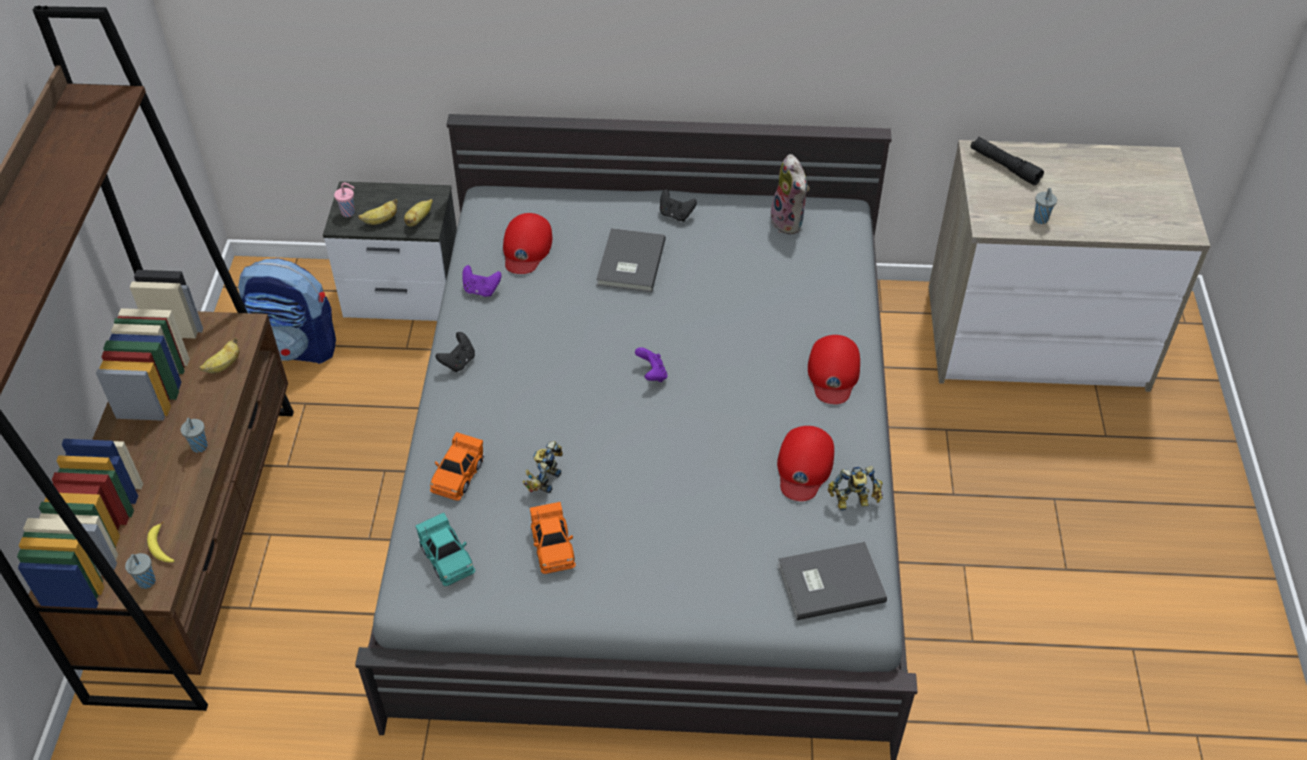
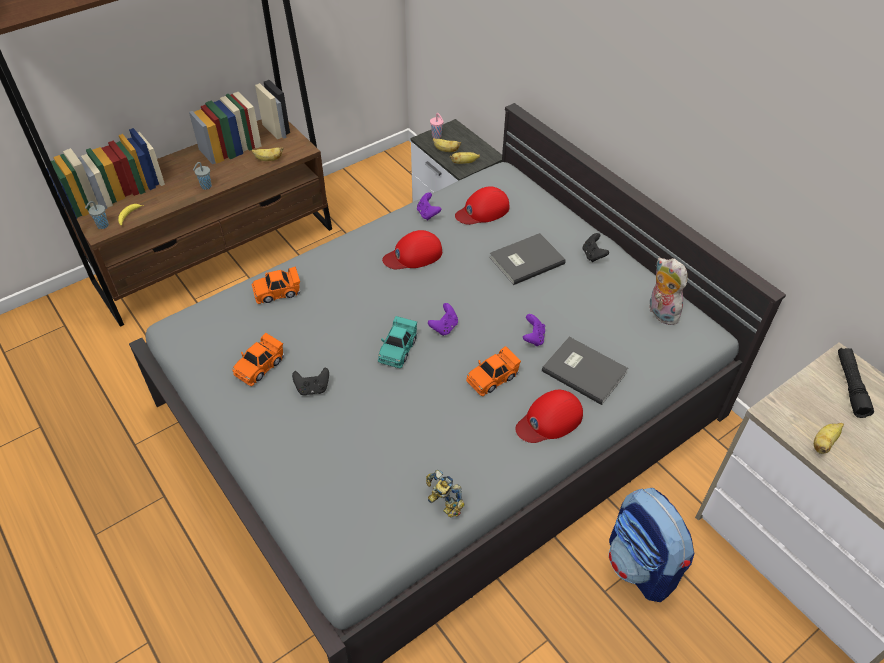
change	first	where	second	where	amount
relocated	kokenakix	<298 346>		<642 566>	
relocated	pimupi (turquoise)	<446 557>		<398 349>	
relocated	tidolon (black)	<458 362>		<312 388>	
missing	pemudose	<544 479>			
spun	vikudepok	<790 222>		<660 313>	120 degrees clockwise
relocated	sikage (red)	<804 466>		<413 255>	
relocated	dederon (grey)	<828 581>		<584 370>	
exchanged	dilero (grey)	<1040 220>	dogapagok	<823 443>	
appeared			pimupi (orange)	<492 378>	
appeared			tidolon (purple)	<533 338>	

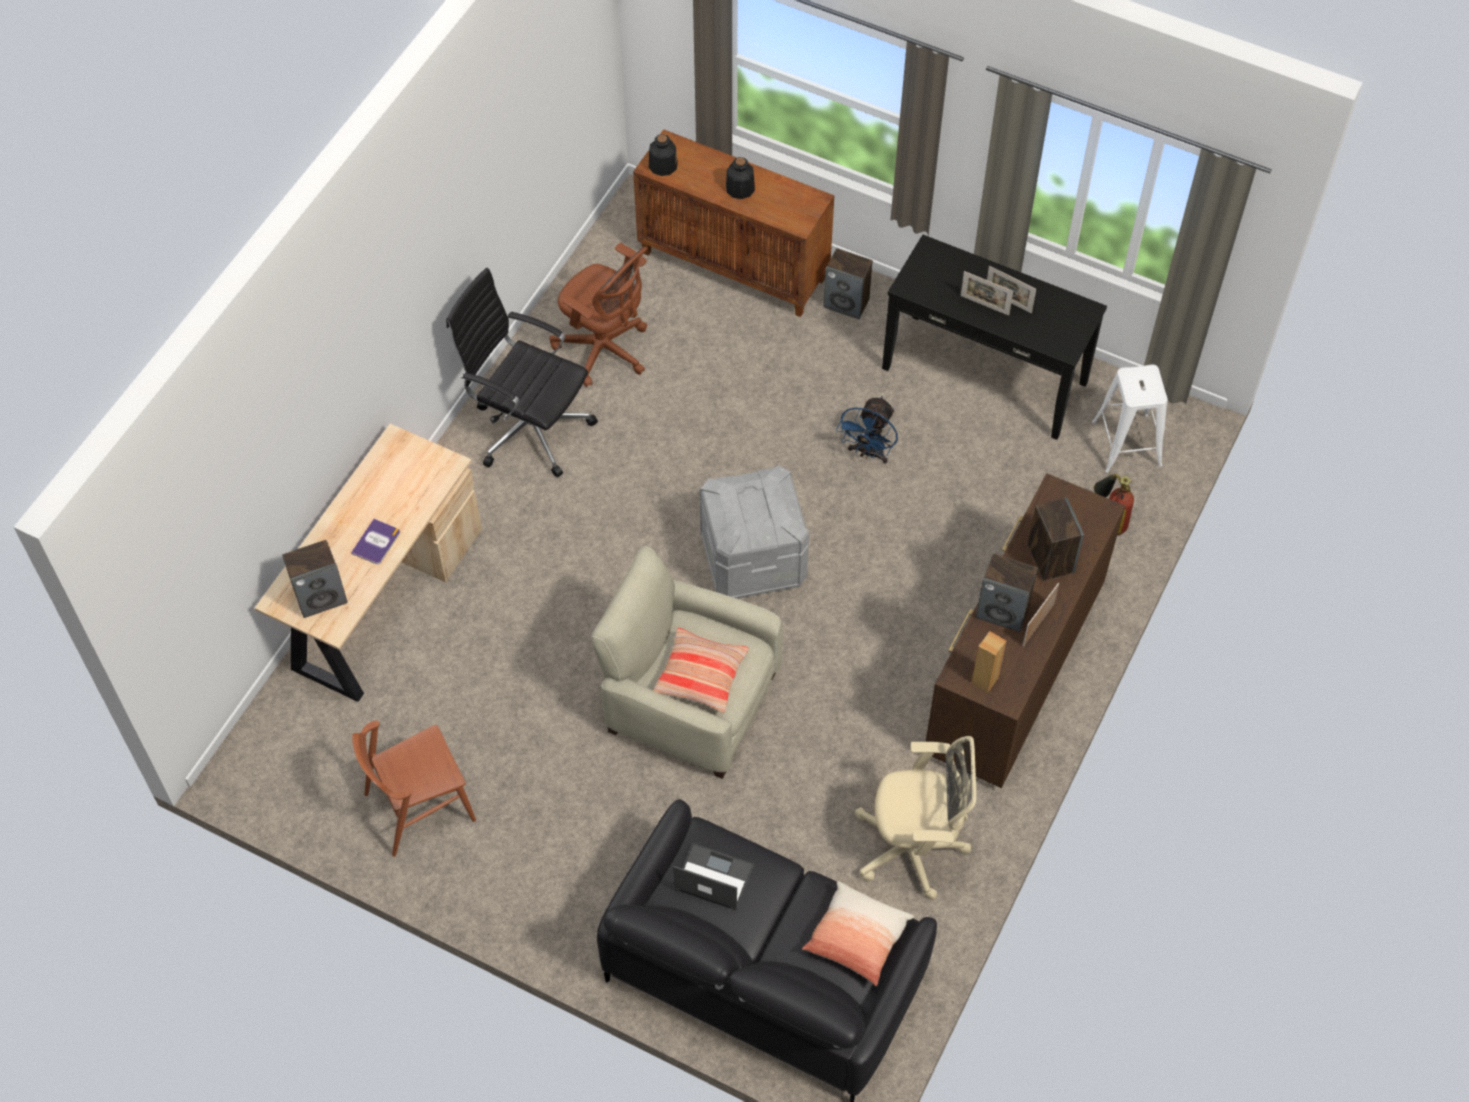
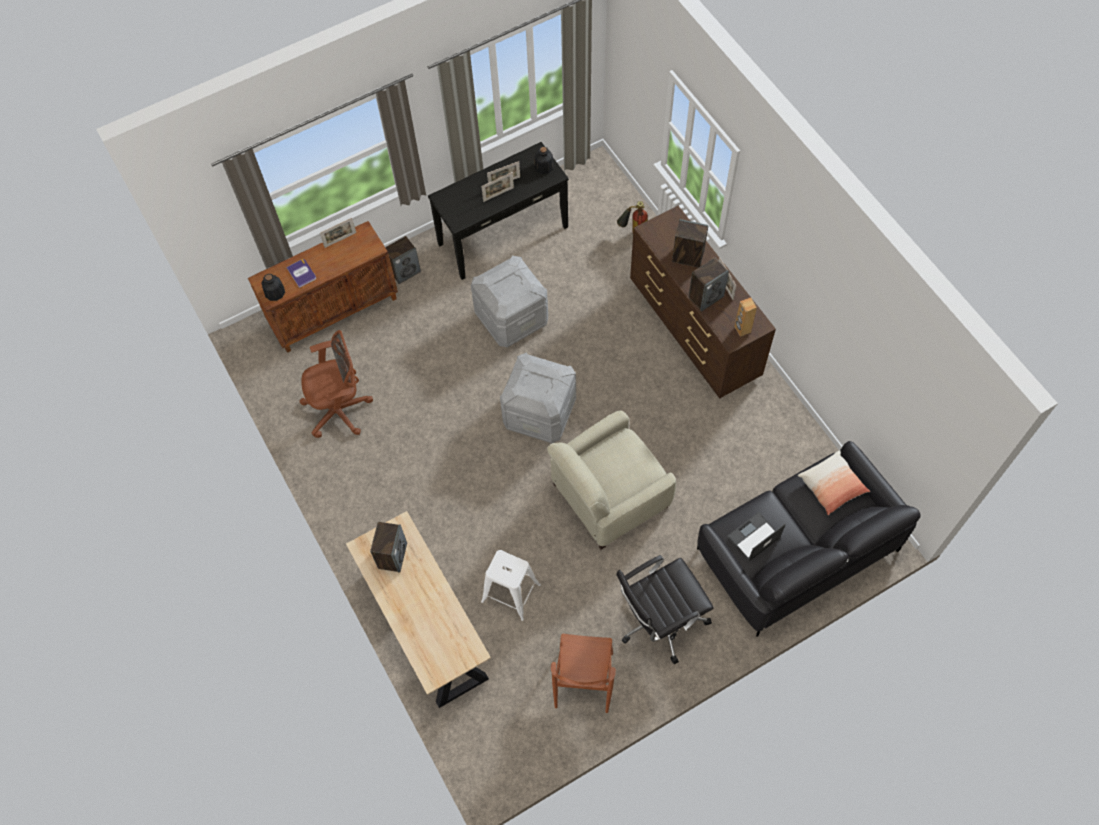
change	first	where	second	where	amount
relocated	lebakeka	<321 597>		<392 555>	
relocated	dederon	<376 542>		<301 273>	
relocated	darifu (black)	<529 427>		<659 620>	
missing	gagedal	<701 675>			
relocated	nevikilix	<740 188>		<544 167>	
exchanged	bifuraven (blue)	<868 453>	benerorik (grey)	<511 318>	
missing	darifu (beige)	<914 849>			
relocated	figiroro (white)	<1126 443>		<510 593>	
appeared			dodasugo	<340 240>	

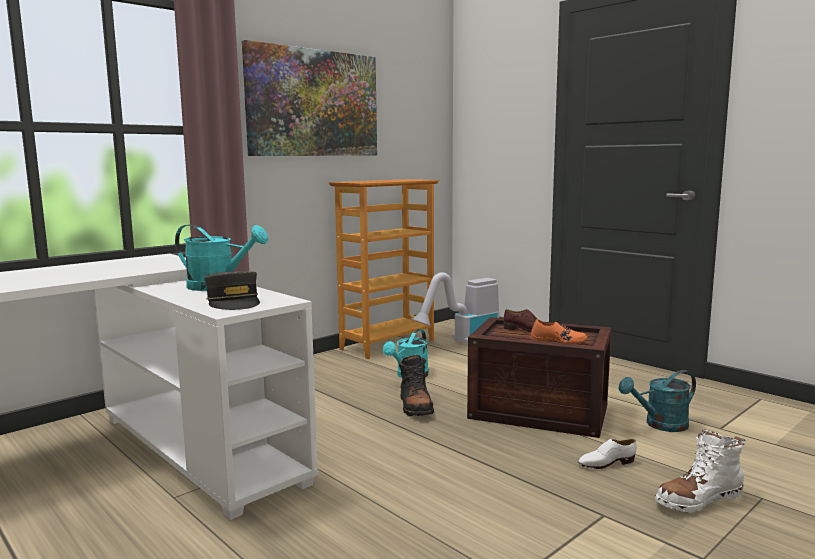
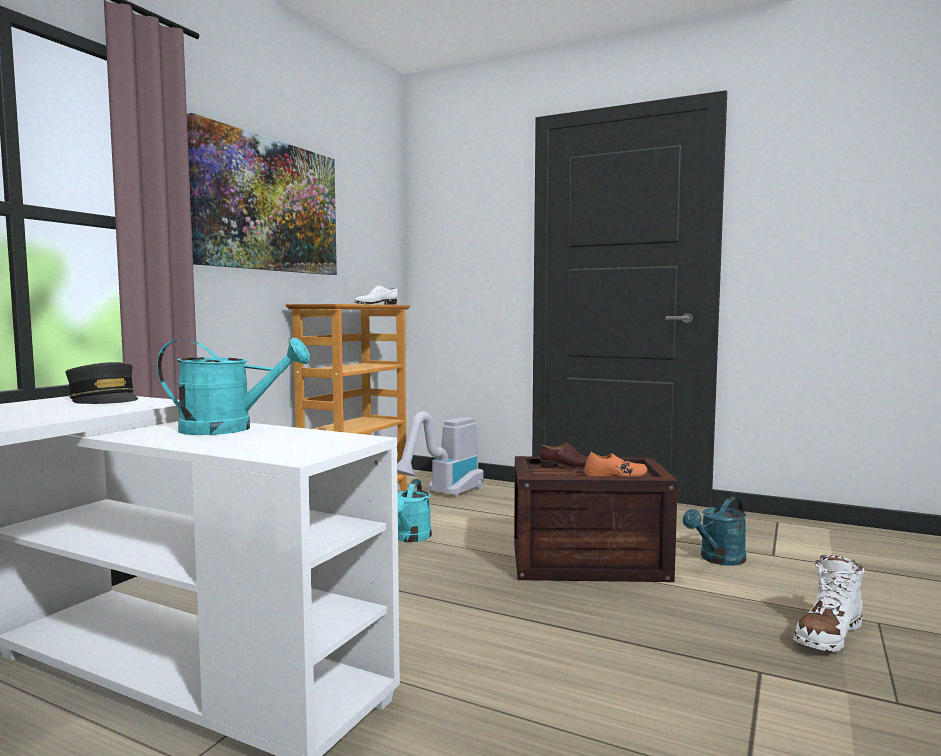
change	first	where	second	where	amount
relocated	sikage (grey)	<234 302>		<104 400>	
missing	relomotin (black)	<415 406>			
relocated	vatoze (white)	<606 463>		<376 304>	

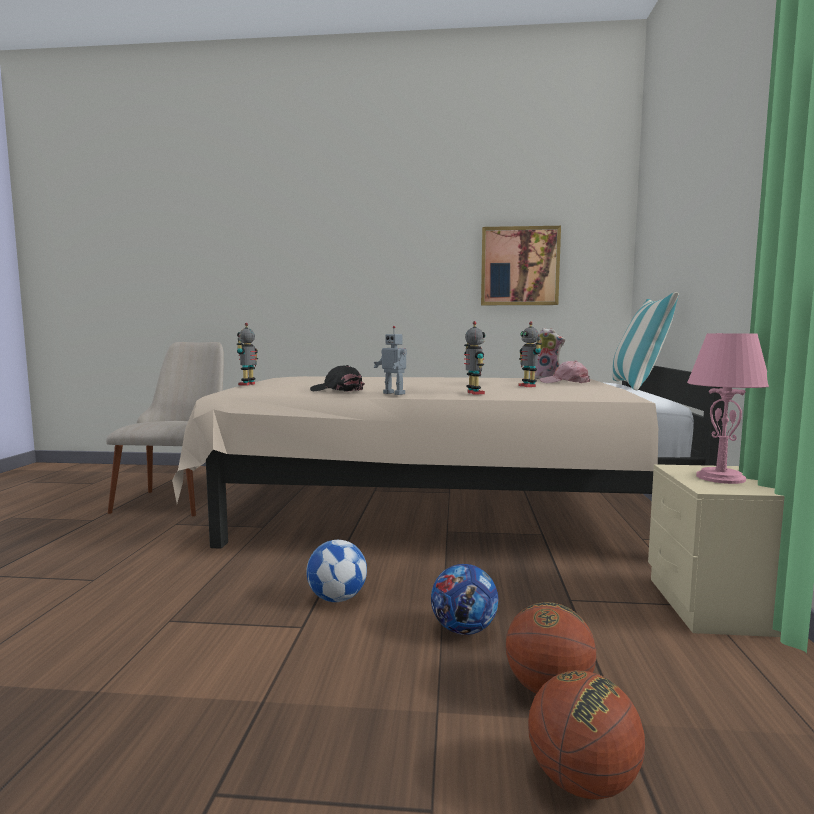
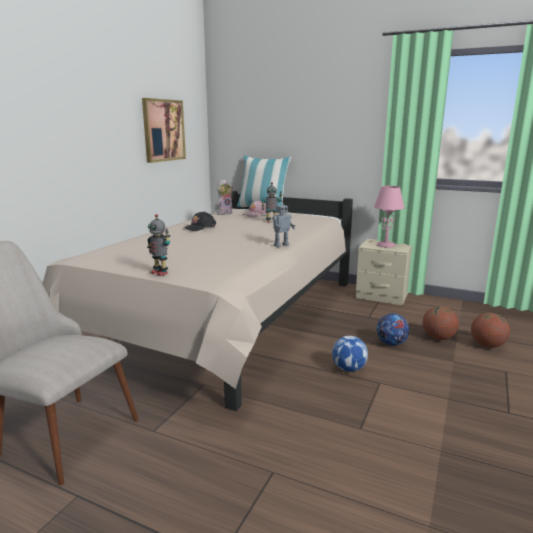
change	first	where	second	where	amount
relocated	sikage (black)	<337 390>		<199 227>	
missing	pemudose	<474 393>			

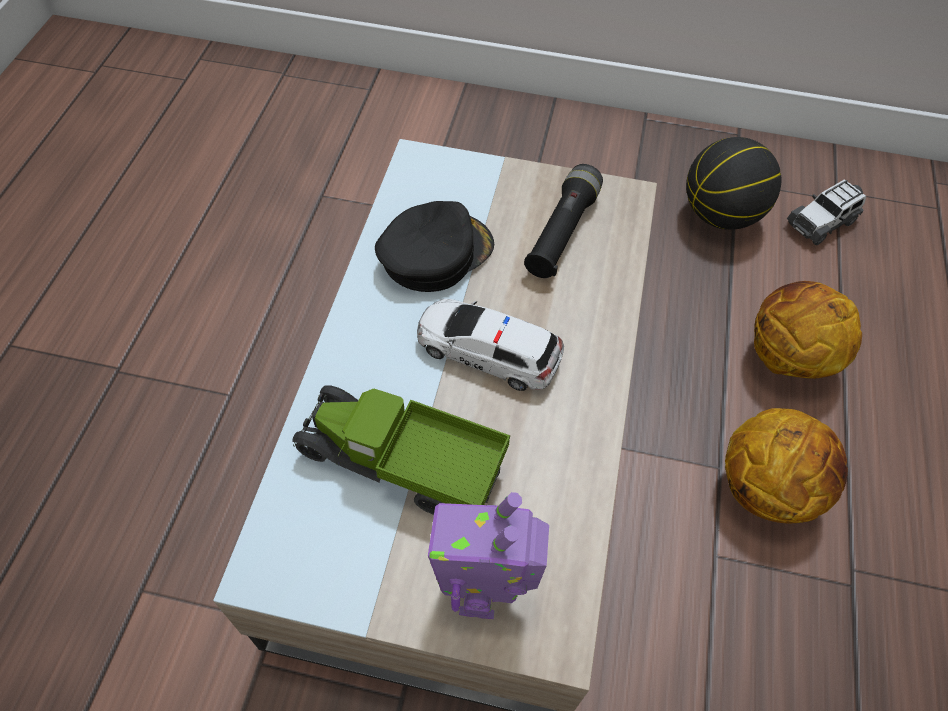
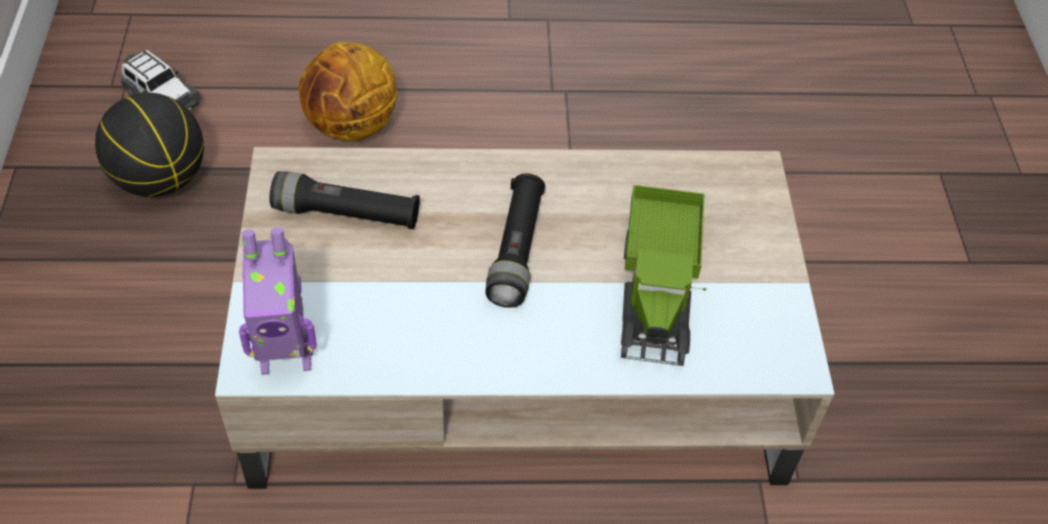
change	first	where	second	where	amount
missing	sikage (black)	<435 252>			
exchanged	pimupi	<487 351>	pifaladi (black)	<516 251>	
relocated	pemudose	<483 590>		<285 356>	
missing	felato	<768 487>			

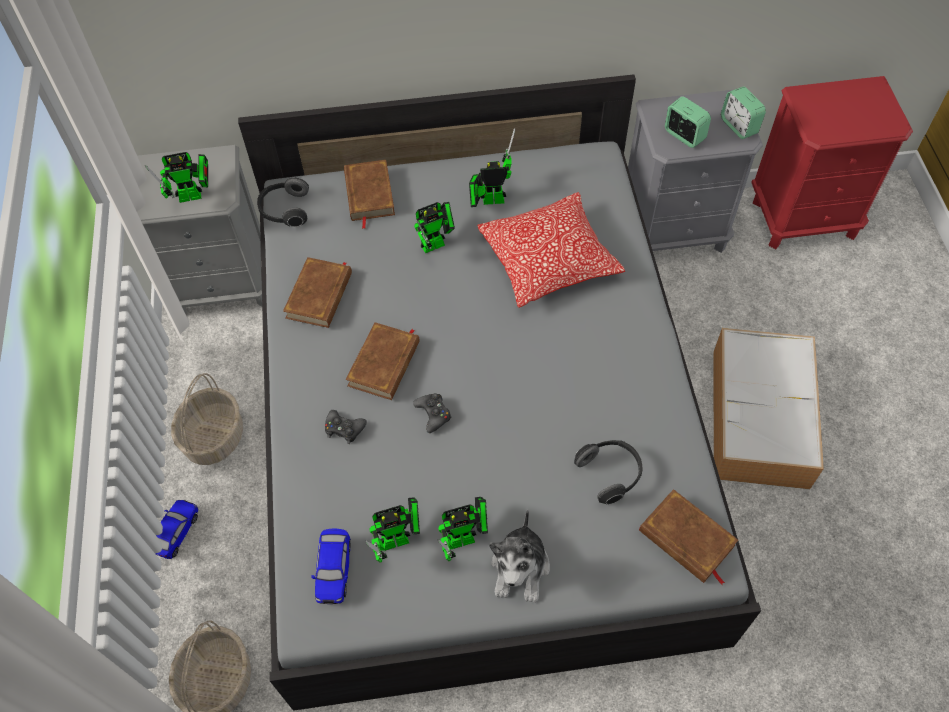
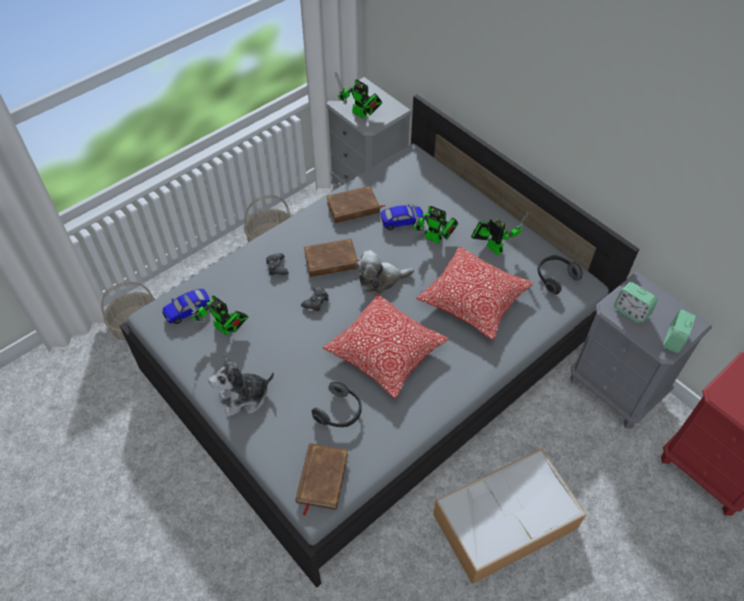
change	first	where	second	where	amount
relocated	pimupi	<176 532>		<402 222>	
relocated	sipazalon	<285 210>		<555 278>	
missing	dederon (brown)	<369 194>			
missing	pemudose	<465 539>			
spun	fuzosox	<684 135>		<631 312>	120 degrees clockwise
appeared			gagedal	<385 352>	
appeared			vikudepok	<381 279>	

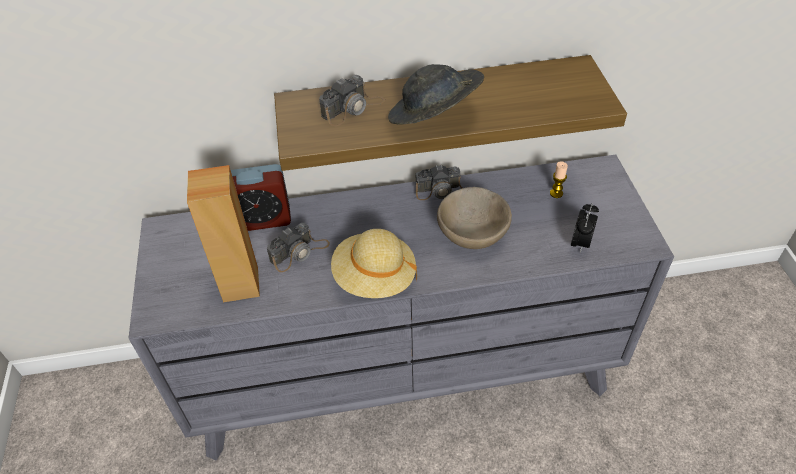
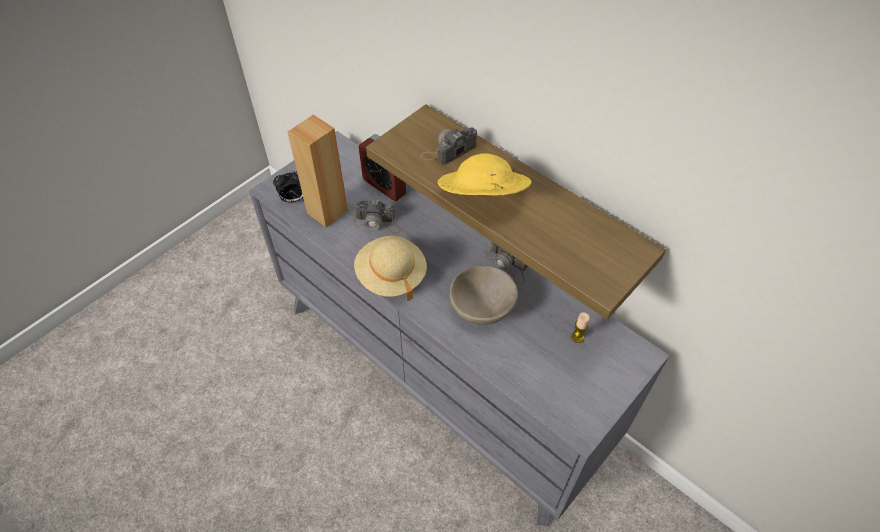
change	first	where	second	where	amount
spun	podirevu	<353 108>		<449 150>	135 degrees clockwise
colour	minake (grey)	<434 117>	minake (yellow)	<482 197>	
relocated	fuzosox	<581 243>		<293 199>	

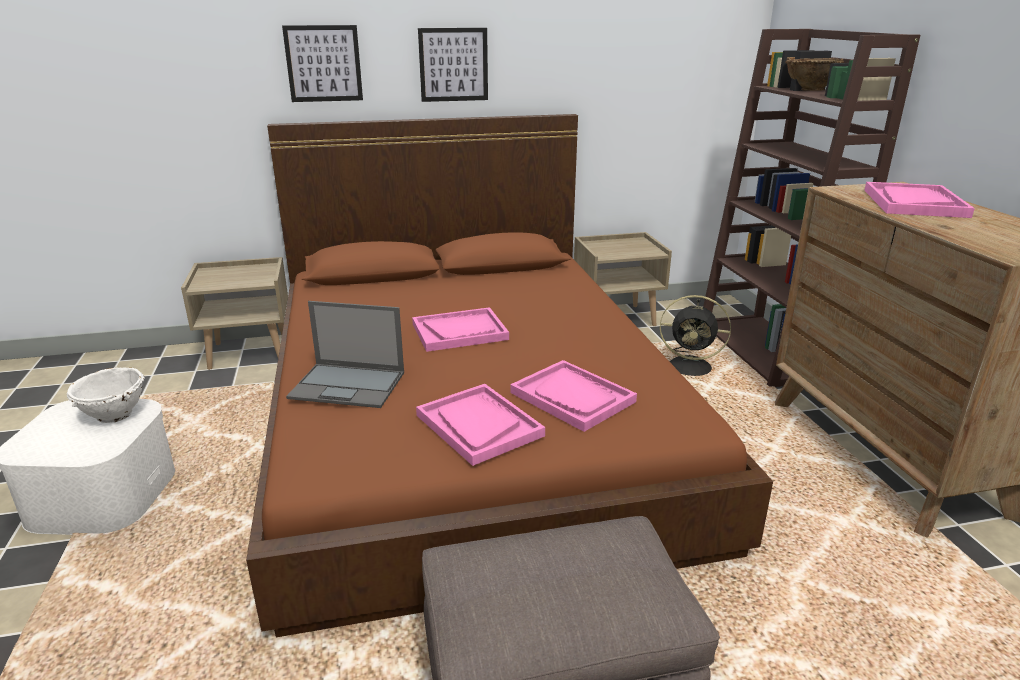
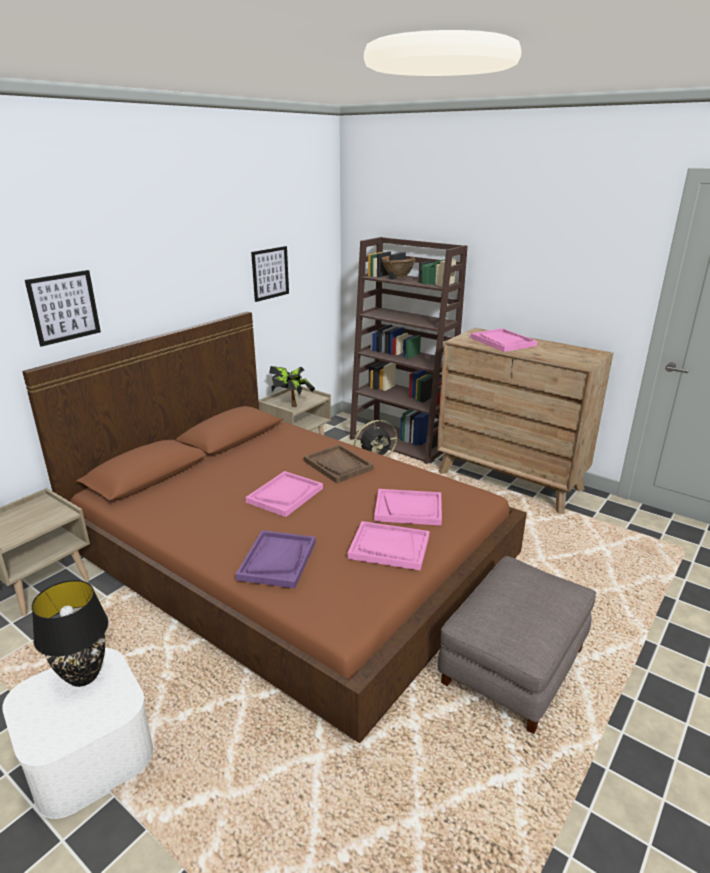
change	first	where	second	where	amount
exchanged	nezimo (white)	<114 415>	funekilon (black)	<84 676>	
exchanged	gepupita	<349 385>	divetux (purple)	<277 560>	
relocated	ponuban	<453 65>		<270 273>	
appeared			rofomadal	<292 404>	
appeared			divetux (brown)	<338 465>	

